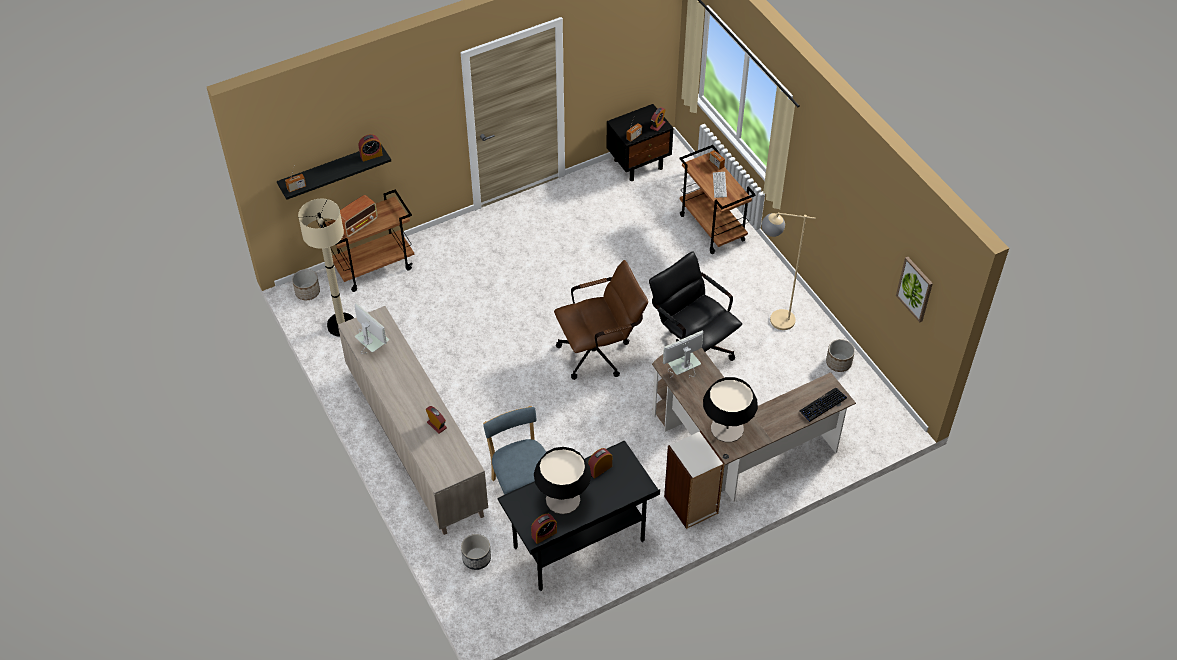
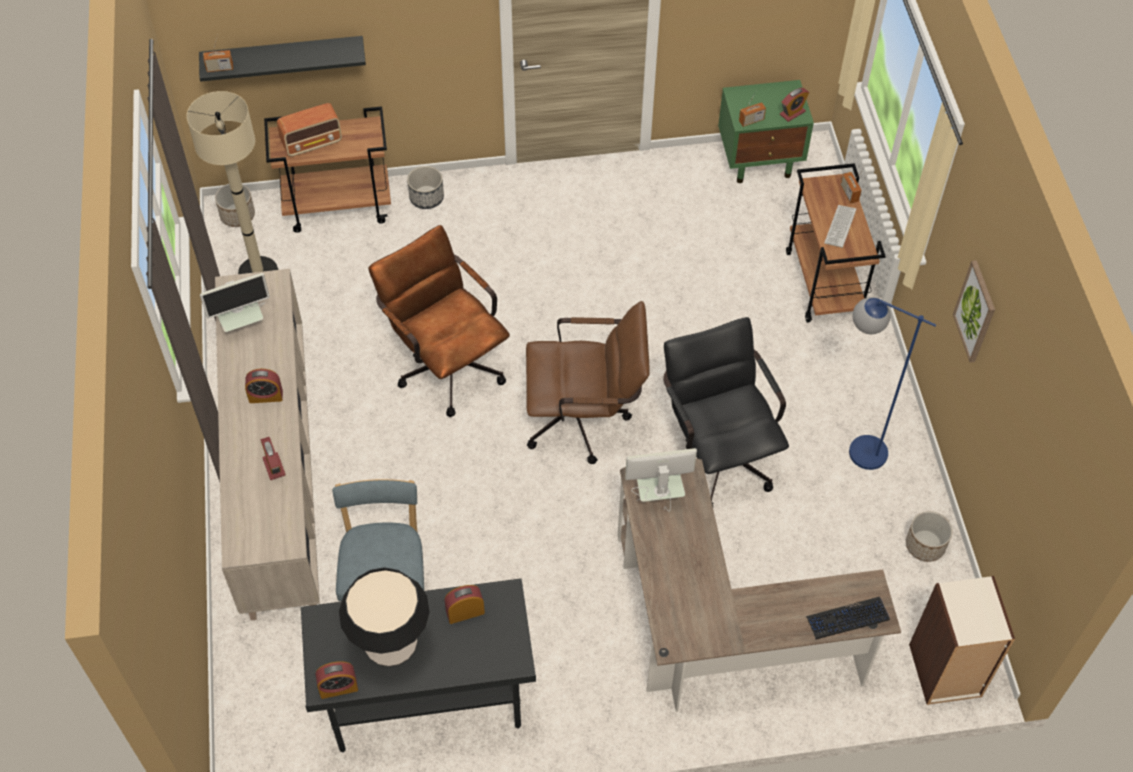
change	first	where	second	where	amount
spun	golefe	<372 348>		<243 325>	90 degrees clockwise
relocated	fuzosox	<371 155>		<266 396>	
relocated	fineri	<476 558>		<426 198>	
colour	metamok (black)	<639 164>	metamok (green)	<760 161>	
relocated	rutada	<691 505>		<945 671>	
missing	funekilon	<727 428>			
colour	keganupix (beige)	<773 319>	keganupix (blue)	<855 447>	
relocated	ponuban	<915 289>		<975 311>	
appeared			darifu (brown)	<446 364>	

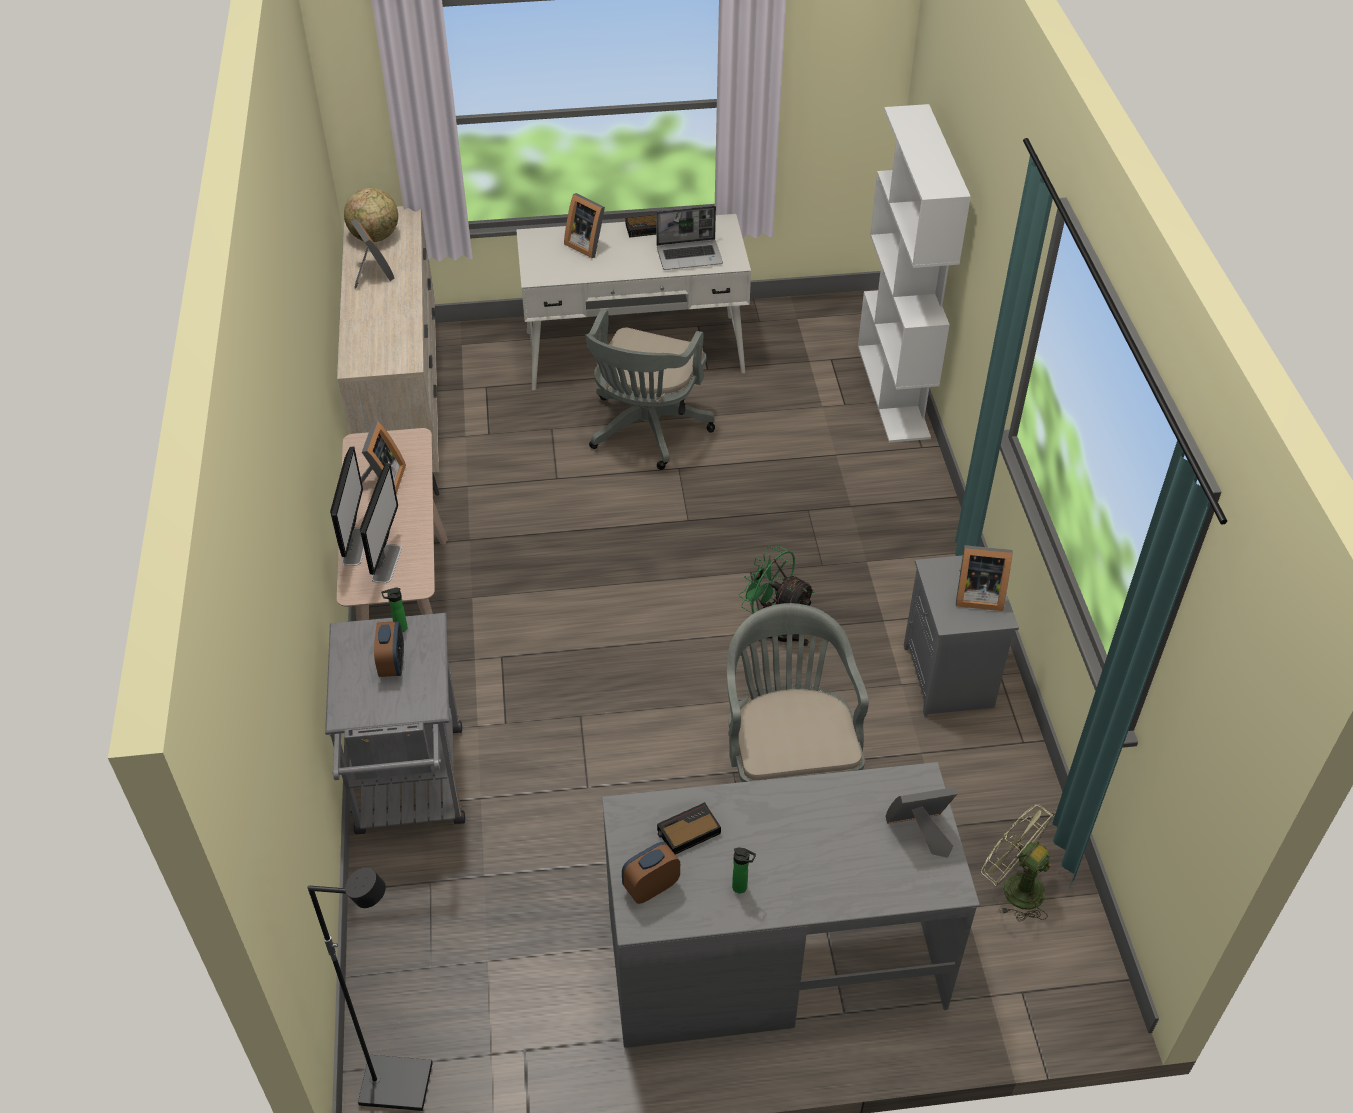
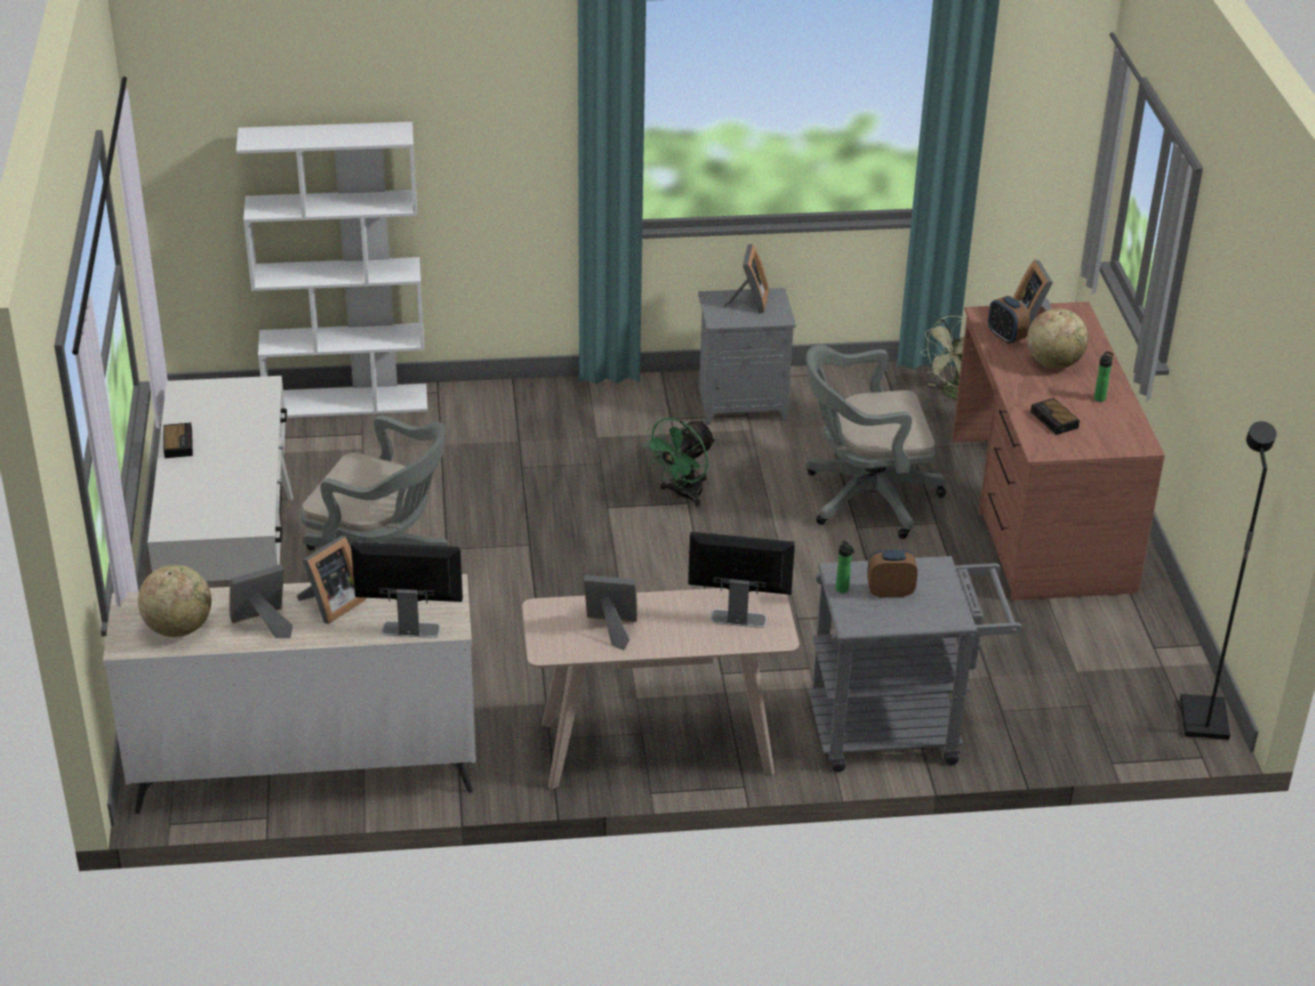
change	first	where	second	where	amount
relocated	golefe	<355 546>		<410 629>	
relocated	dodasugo	<587 244>		<331 605>	
colour	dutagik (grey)	<773 956>	dutagik (brown)	<1039 514>	
relocated	fuzosox	<651 887>		<1006 337>	
missing	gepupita	<690 255>			
appeared			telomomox	<1054 363>	

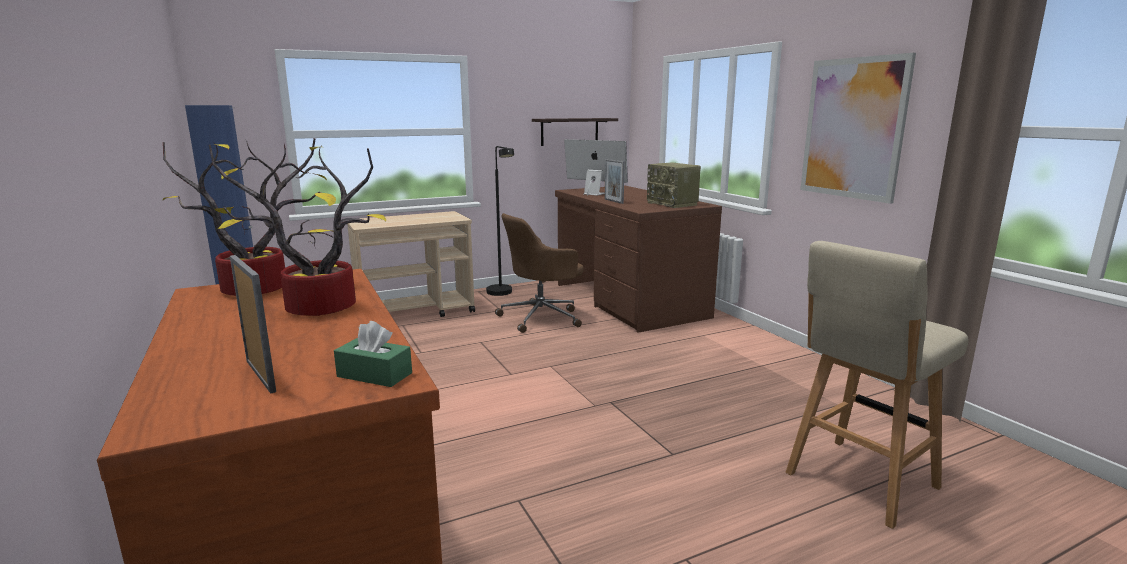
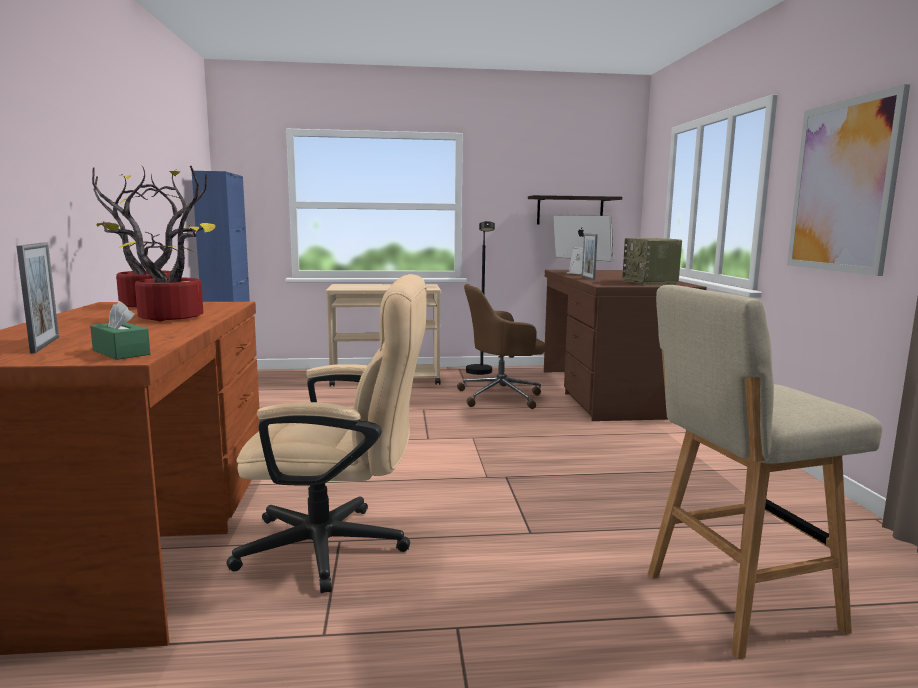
change	first	where	second	where	amount
appeared			darifu (beige)	<339 547>	

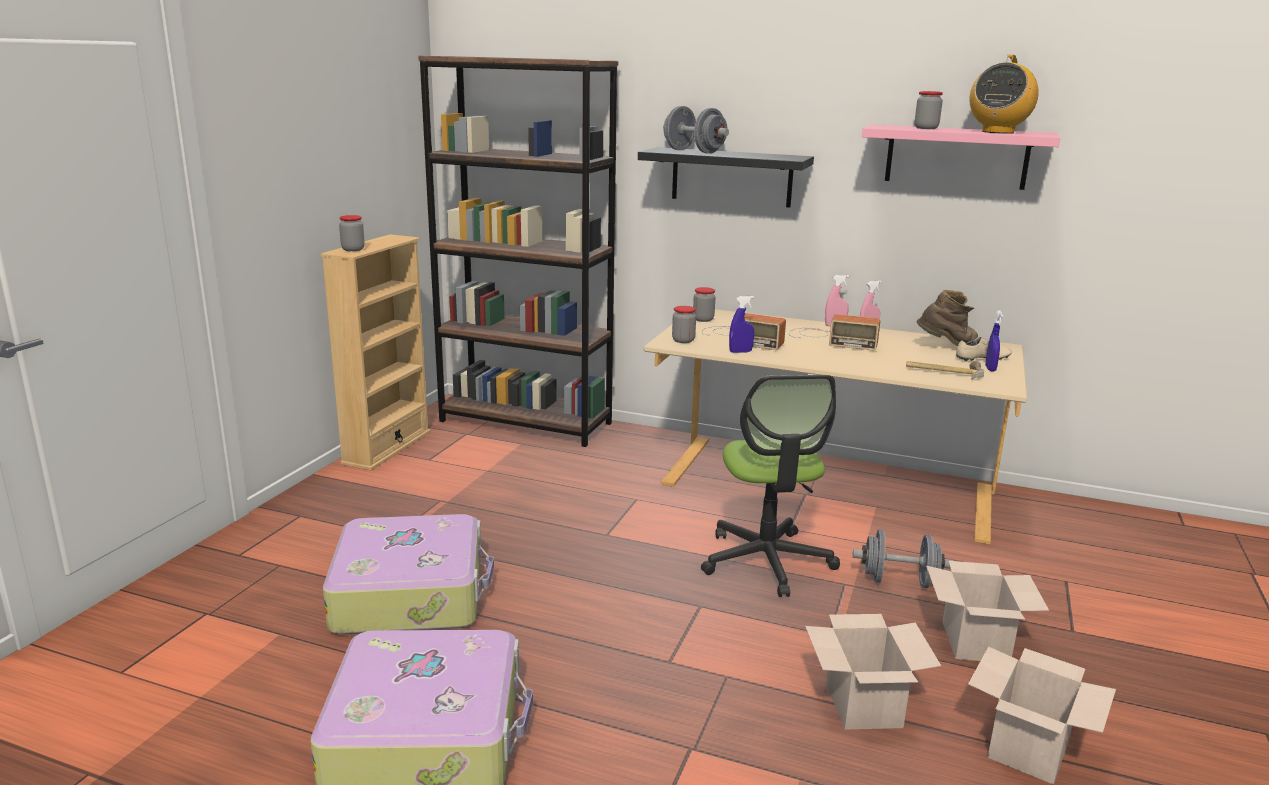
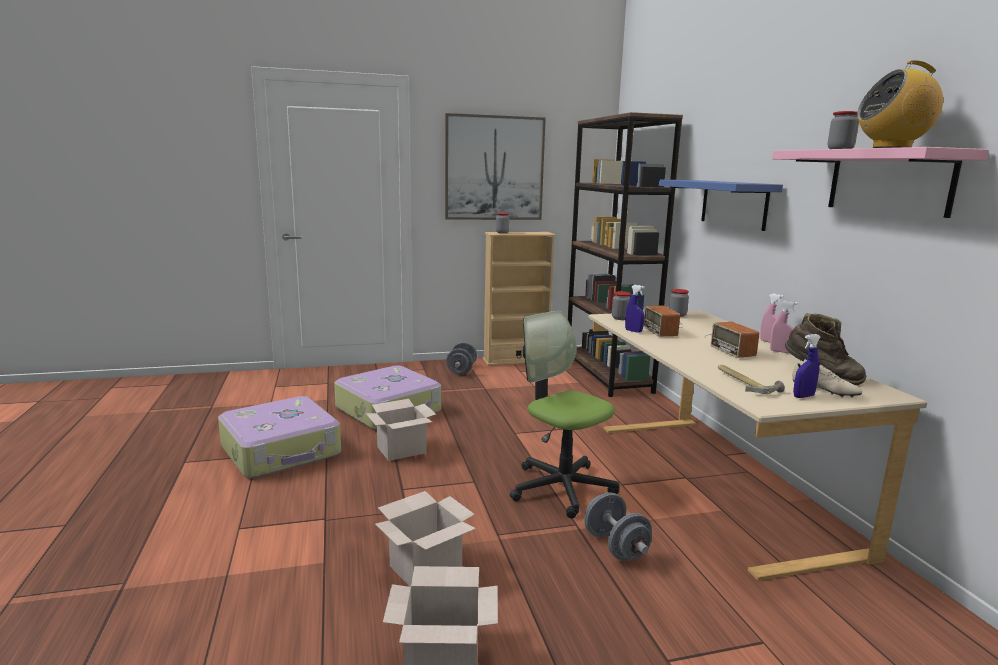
change	first	where	second	where	amount
colour	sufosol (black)	<731 177>	sufosol (blue)	<733 204>	
relocated	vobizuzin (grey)	<694 151>		<461 370>	
spun	darifu	<767 561>		<562 488>	90 degrees clockwise
relocated	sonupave	<977 643>		<401 450>	
appeared			ponuban	<494 168>	

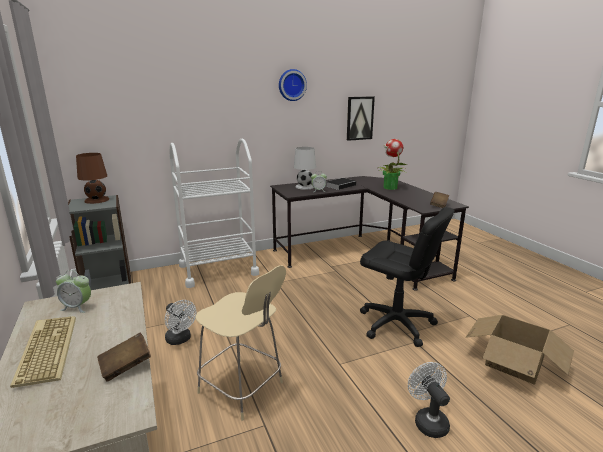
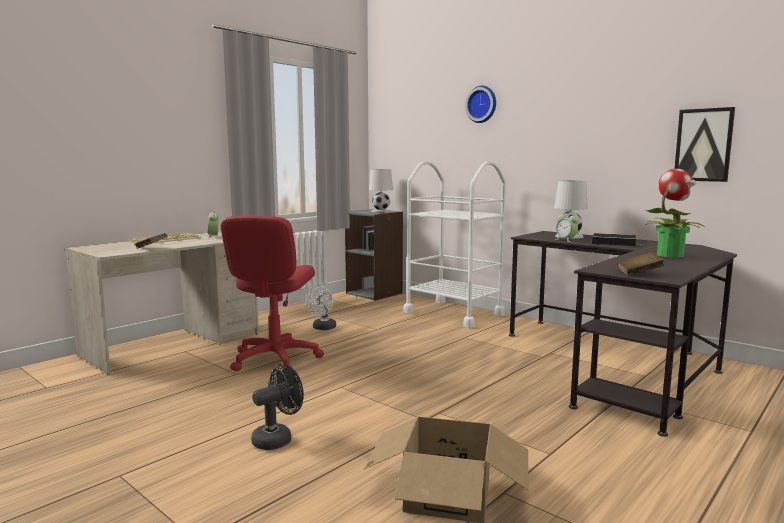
change	first	where	second	where	amount
colour	funekilon (brown)	<96 200>	funekilon (white)	<380 211>	
exchanged	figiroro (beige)	<243 389>	darifu (red)	<275 359>	
relocated	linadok	<291 85>		<482 104>	
missing	darifu (black)	<396 324>			
colour	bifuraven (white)	<428 420>	bifuraven (black)	<277 438>	

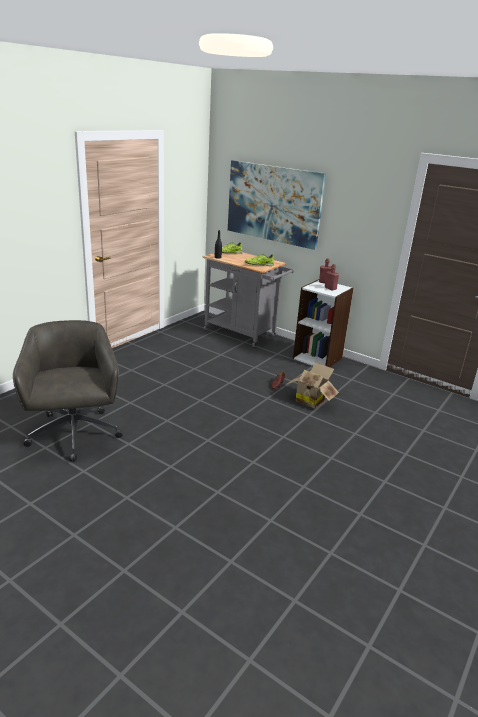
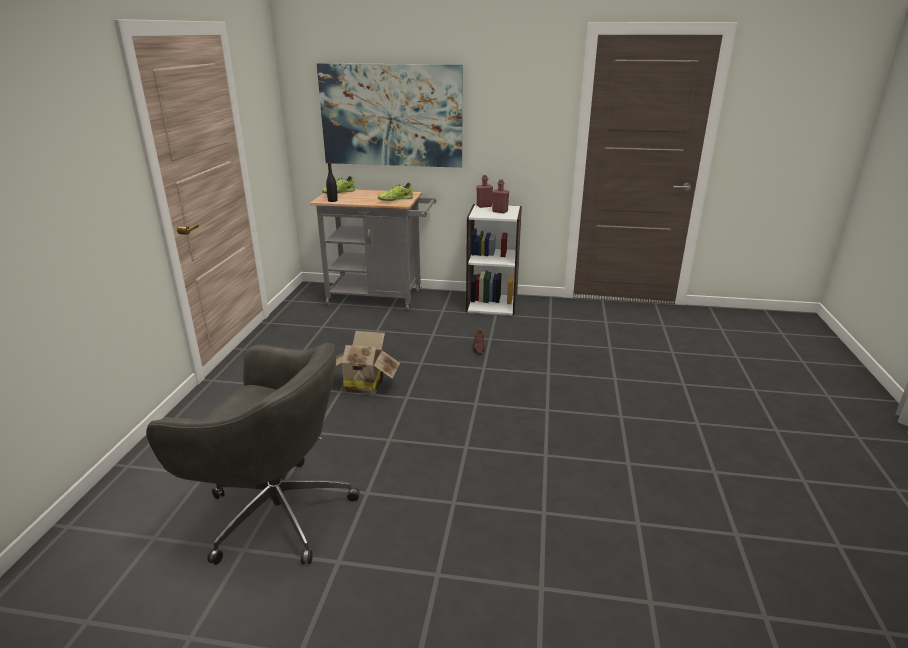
change	first	where	second	where	amount
spun	darifu (grey)	<74 435>		<275 512>	150 degrees clockwise
relocated	sonupave	<310 400>		<364 384>	

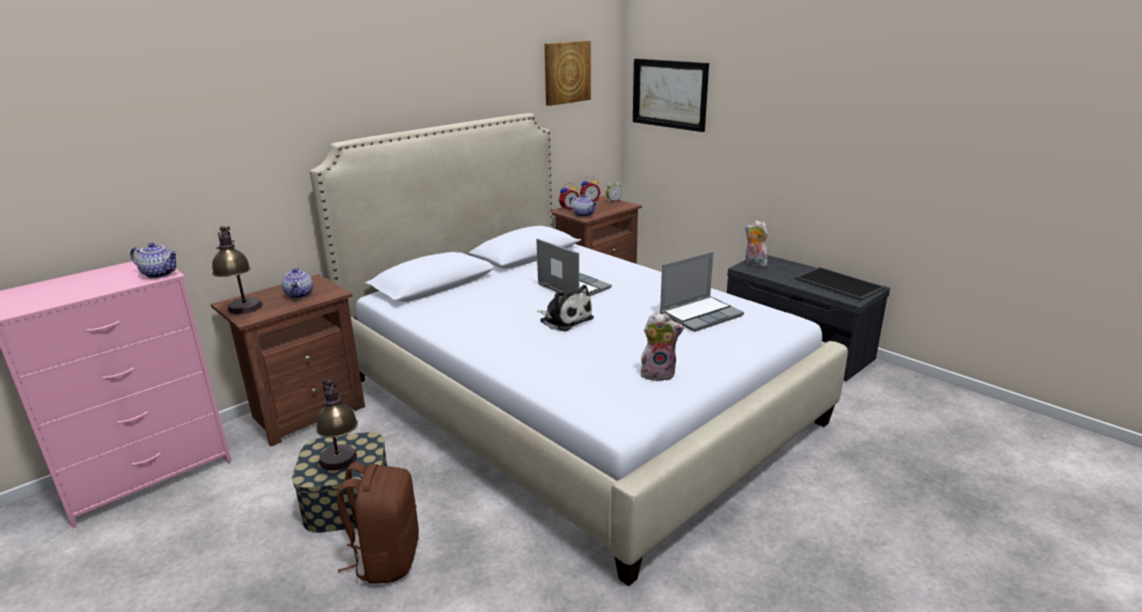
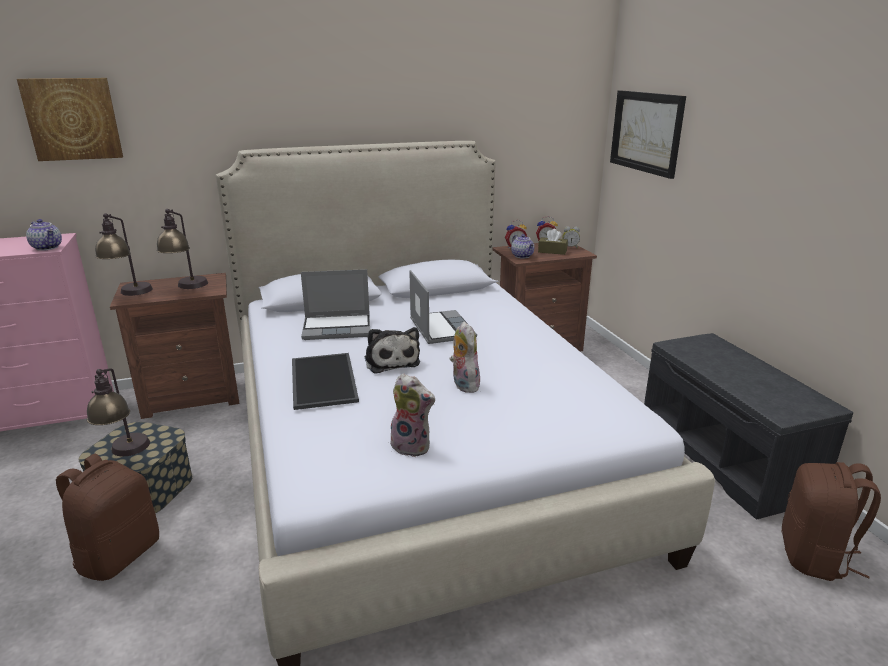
change	first	where	second	where	amount
exchanged	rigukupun	<300 295>	funekilon	<187 288>	
relocated	ponuban	<566 72>		<73 119>	
relocated	gepupita	<701 314>		<338 328>	
relocated	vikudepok	<754 264>		<463 384>	
relocated	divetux	<837 284>		<321 380>	
appeared			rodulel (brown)	<552 251>	
appeared			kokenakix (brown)	<814 557>	

